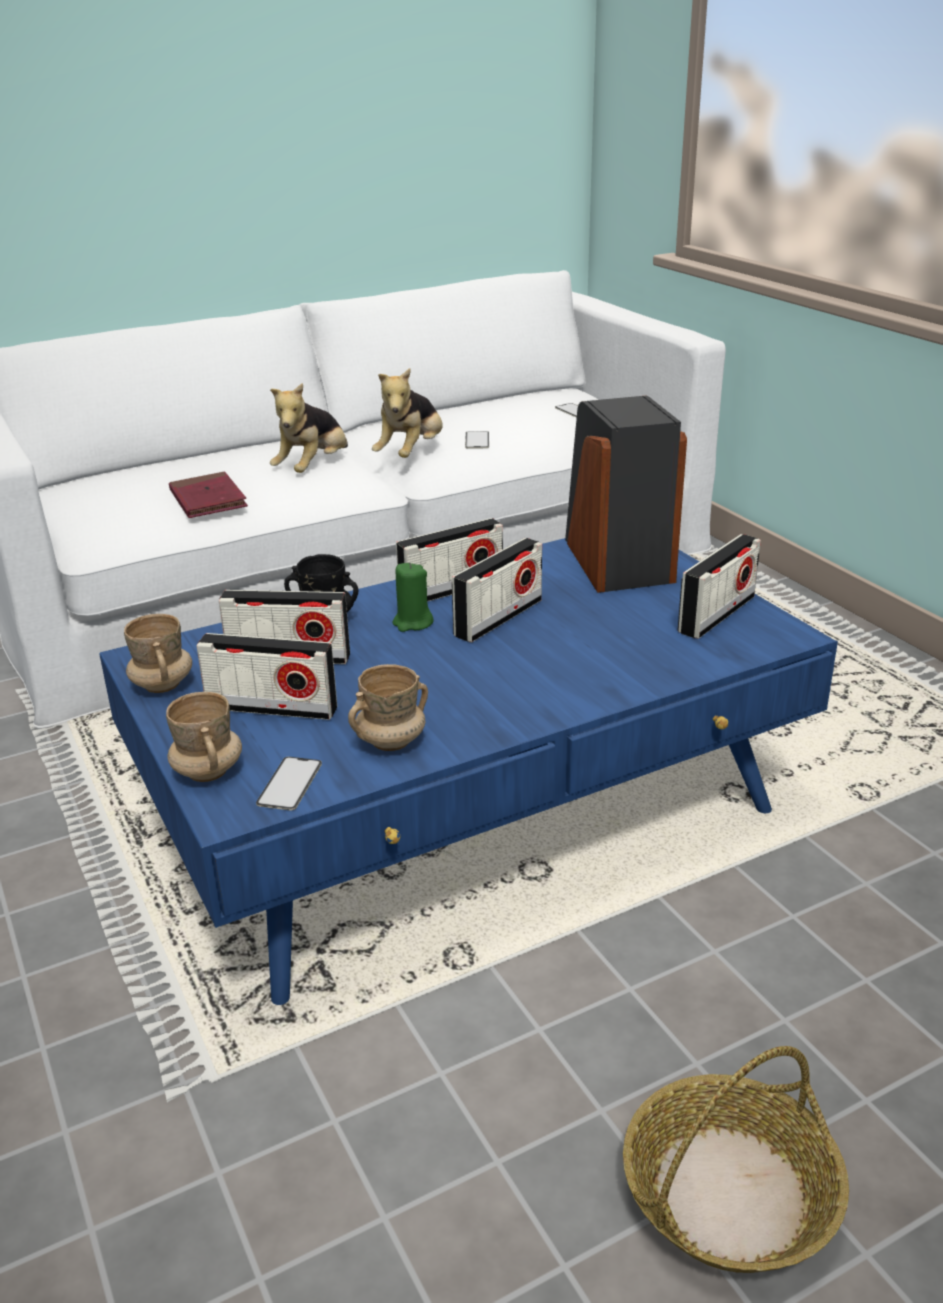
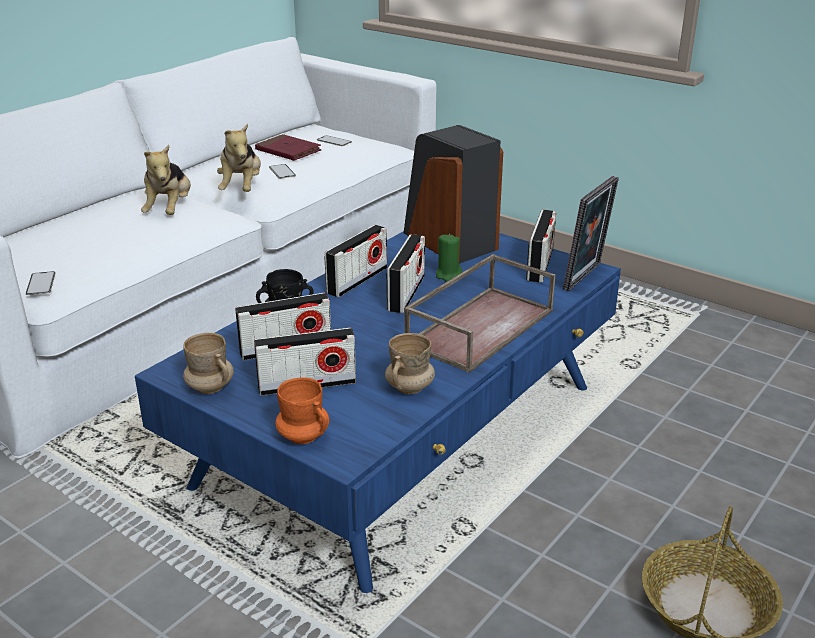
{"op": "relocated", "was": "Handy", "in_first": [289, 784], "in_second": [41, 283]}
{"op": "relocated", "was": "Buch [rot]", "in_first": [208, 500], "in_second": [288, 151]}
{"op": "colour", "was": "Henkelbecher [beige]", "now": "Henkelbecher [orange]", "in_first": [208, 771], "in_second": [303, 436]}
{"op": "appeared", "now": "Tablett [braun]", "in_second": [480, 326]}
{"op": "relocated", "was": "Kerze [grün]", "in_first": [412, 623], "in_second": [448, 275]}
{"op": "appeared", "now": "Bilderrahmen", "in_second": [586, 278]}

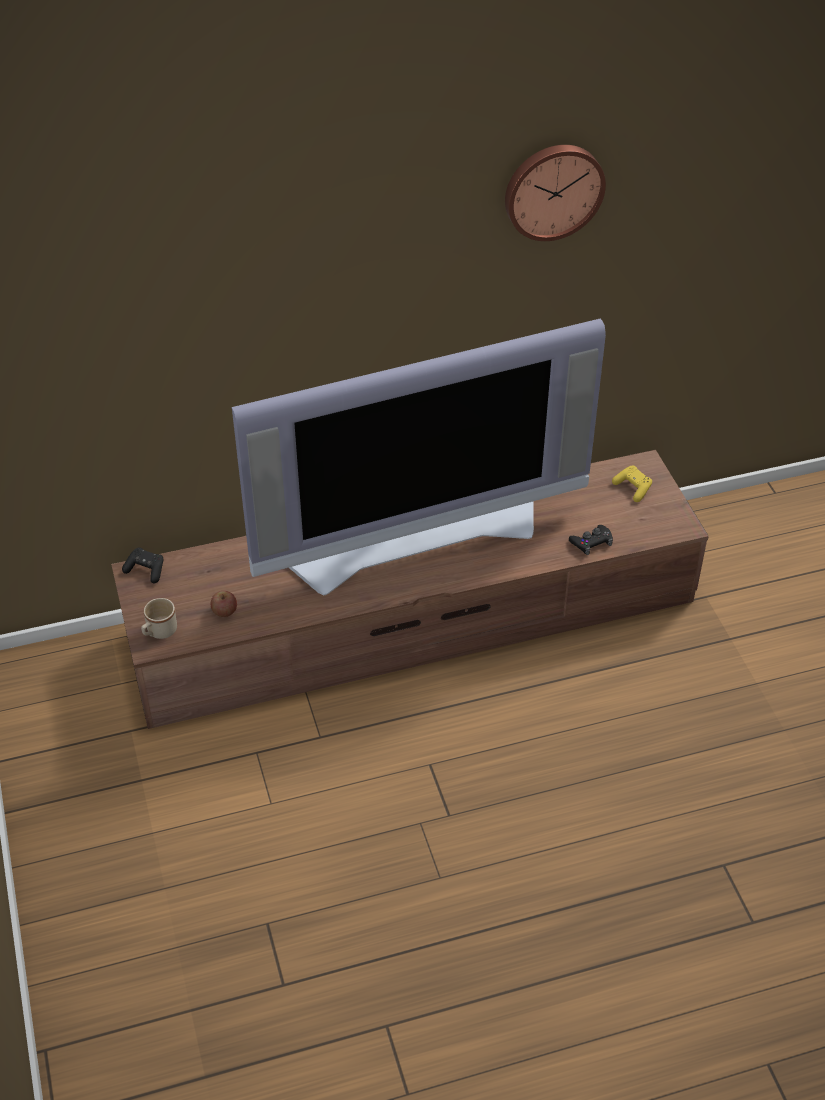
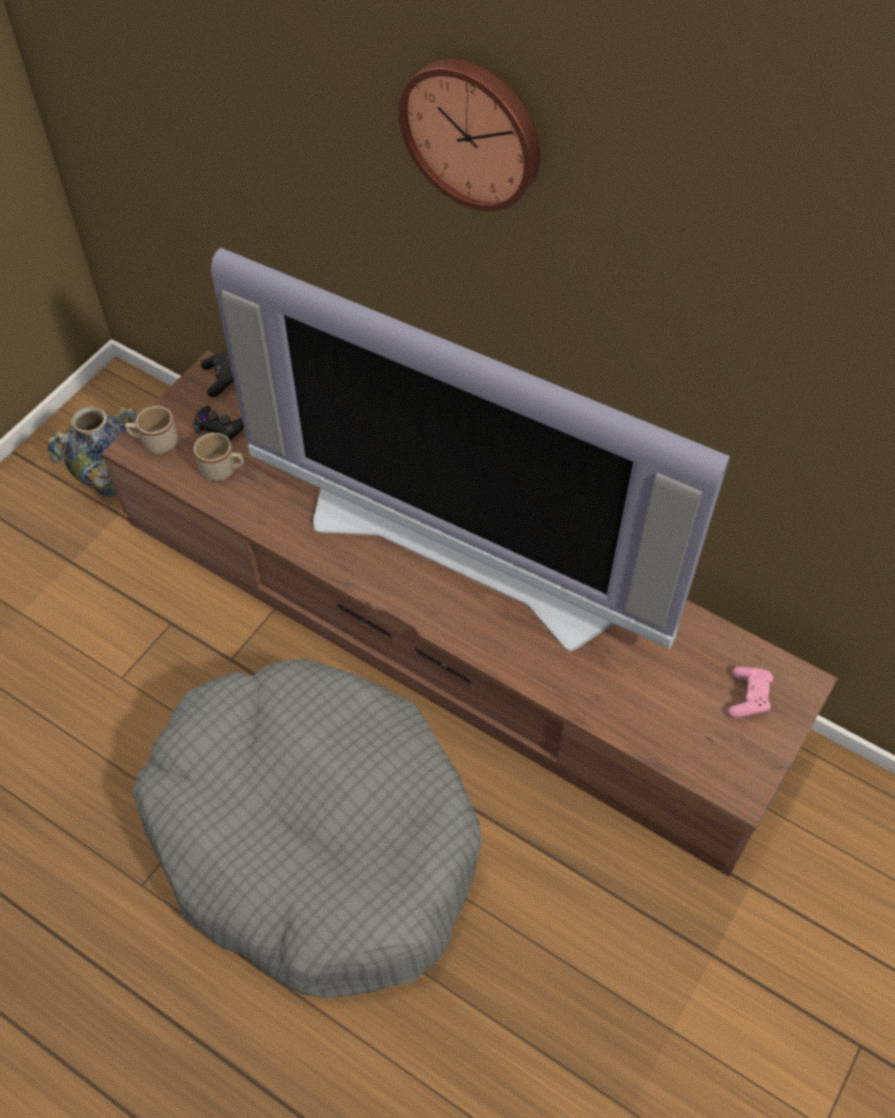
{"op": "appeared", "now": "Vase", "in_second": [112, 483]}
{"op": "appeared", "now": "Hundebett [grau]", "in_second": [314, 838]}
{"op": "relocated", "was": "Gamepad [schwarz]", "in_first": [591, 542], "in_second": [219, 428]}
{"op": "exchanged", "was": "Apfel", "now": "Henkelbecher [beige]", "in_first": [224, 611], "in_second": [223, 470]}
{"op": "relocated", "was": "Wanduhr", "in_first": [553, 190], "in_second": [473, 132]}
{"op": "colour", "was": "Gamepad [gelb]", "now": "Gamepad [rosa]", "in_first": [633, 488], "in_second": [748, 697]}

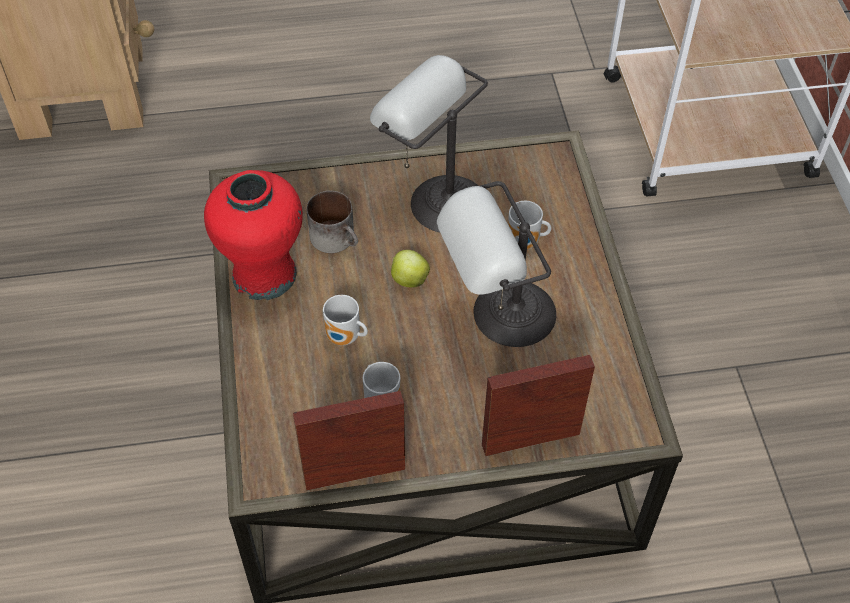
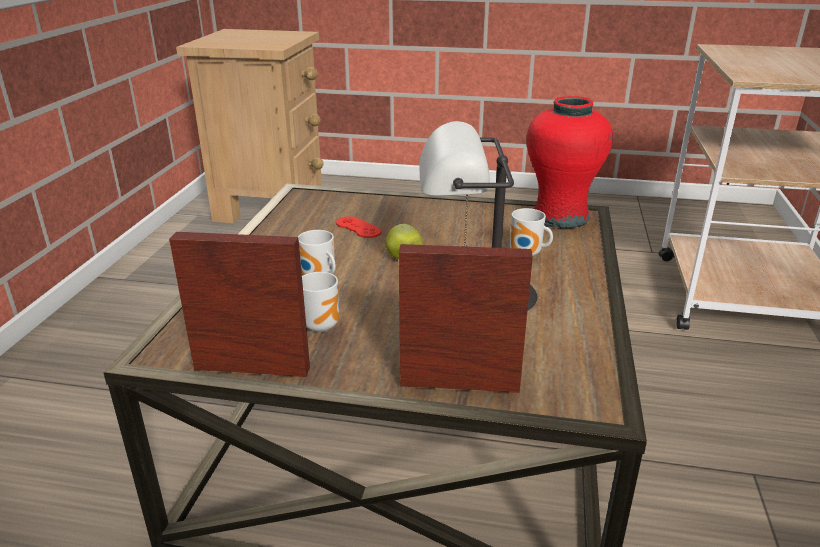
{"op": "exchanged", "was": "Henkelbecher", "now": "Gamepad [rot]", "in_first": [337, 238], "in_second": [358, 227]}
{"op": "relocated", "was": "Vase [rot]", "in_first": [265, 276], "in_second": [560, 217]}
{"op": "missing", "was": "Tischlampe", "in_first": [434, 197]}

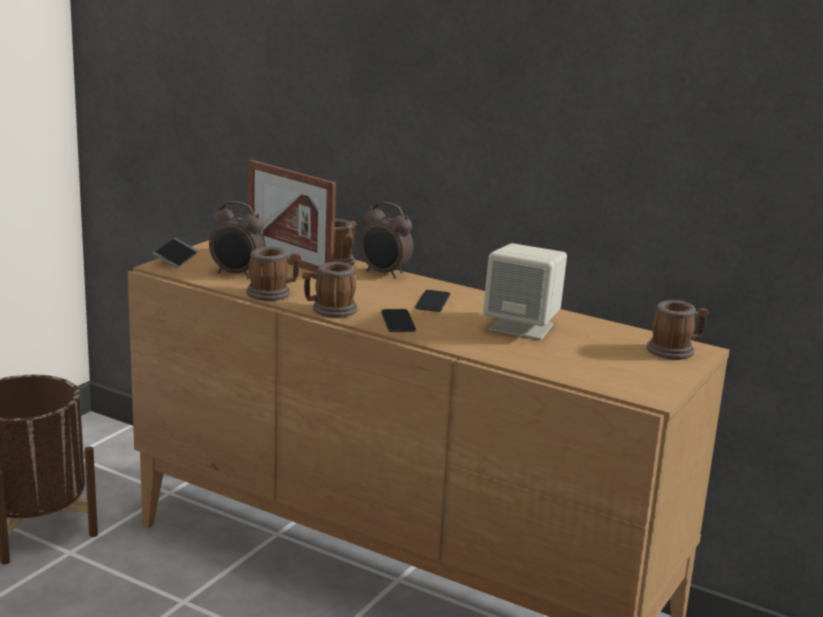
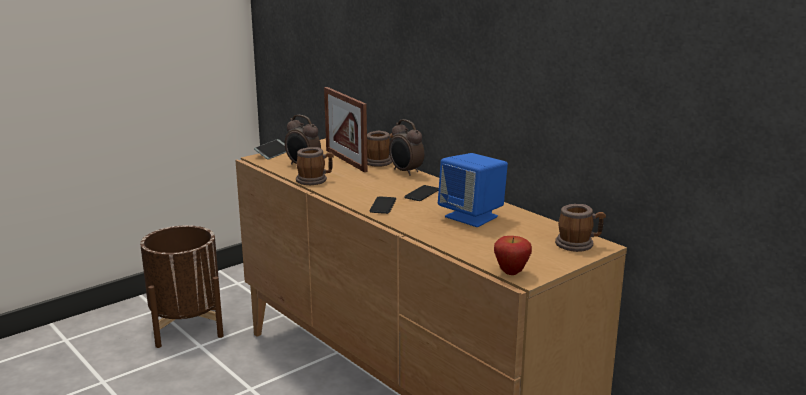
{"op": "colour", "was": "Lautsprecher [beige]", "now": "Lautsprecher [blau]", "in_first": [522, 327], "in_second": [472, 217]}
{"op": "appeared", "now": "Apfel", "in_second": [511, 272]}
{"op": "missing", "was": "Henkelbecher", "in_first": [329, 310]}

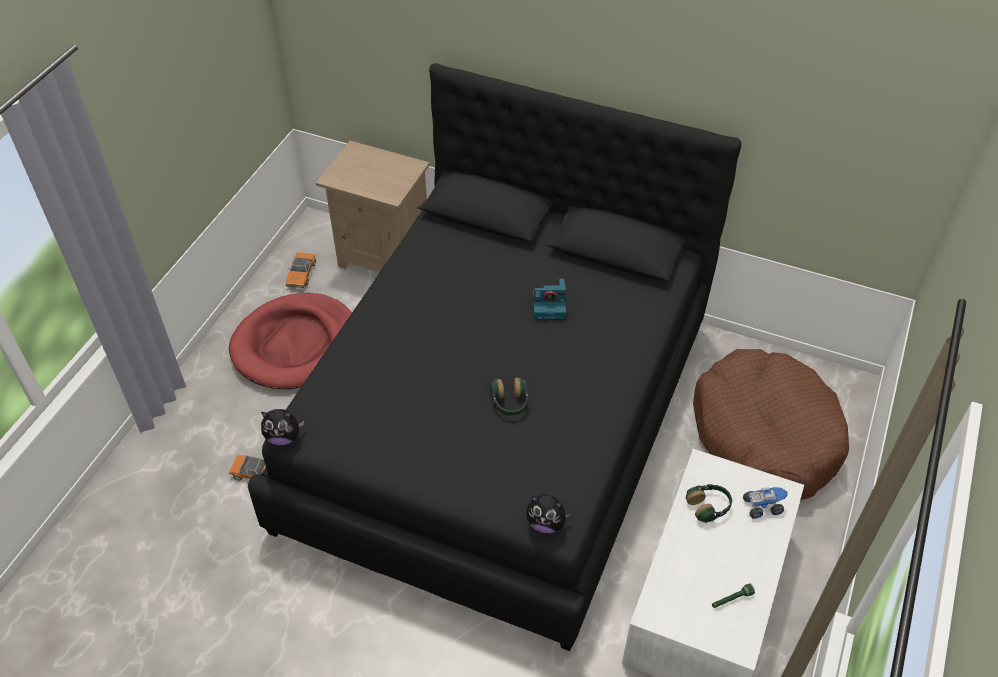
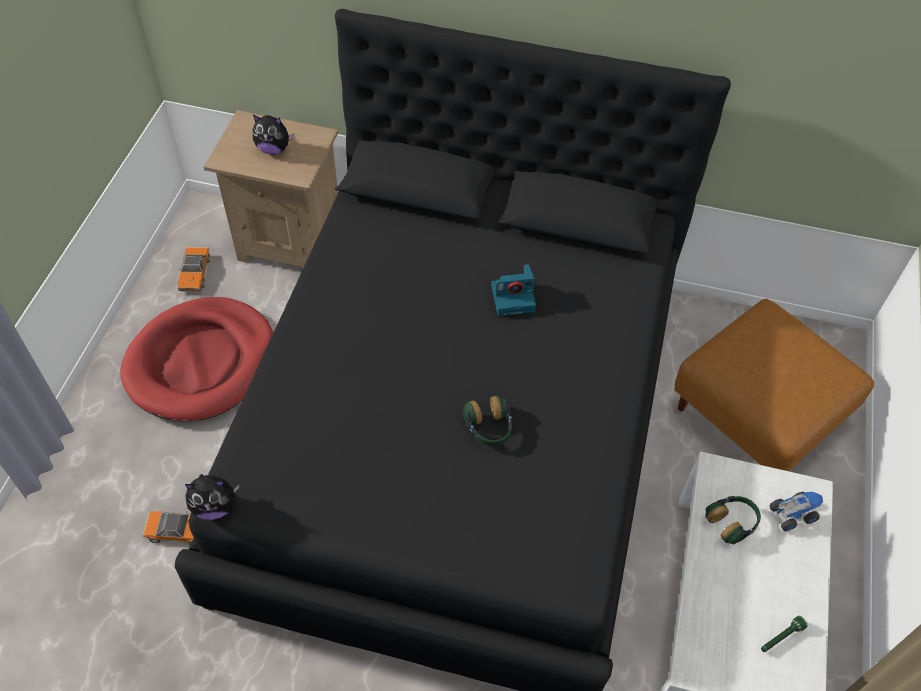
{"op": "relocated", "was": "Plüschtier", "in_first": [546, 523], "in_second": [273, 149]}
{"op": "exchanged", "was": "Hundebett [braun]", "now": "Polsterhocker [braun]", "in_first": [765, 436], "in_second": [758, 415]}

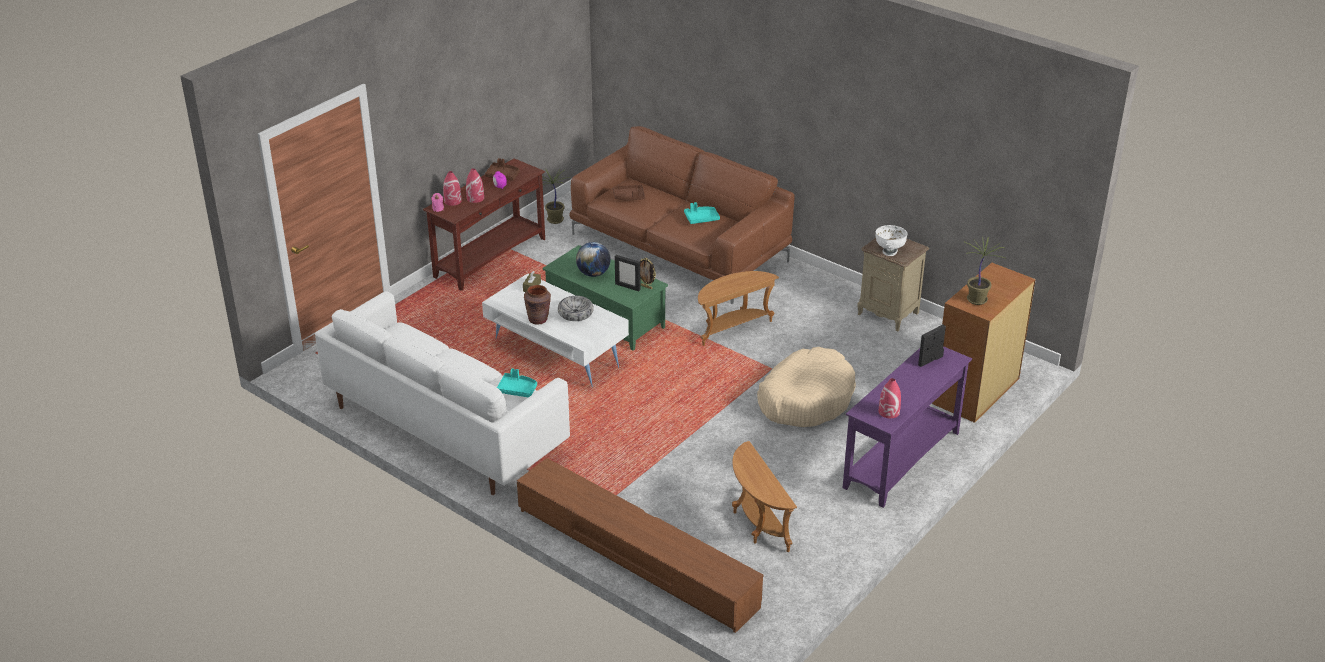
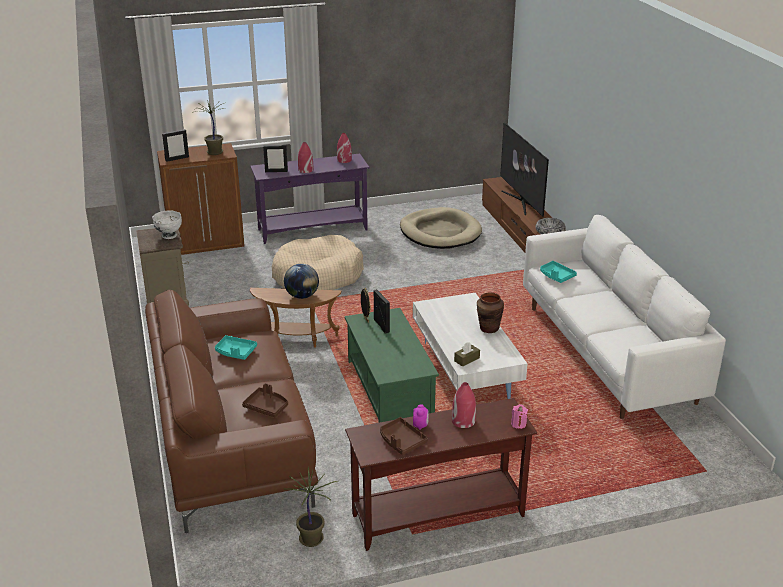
{"op": "appeared", "now": "Bilderrahmen", "in_second": [177, 158]}
{"op": "relocated", "was": "Globus", "in_first": [593, 274], "in_second": [302, 296]}
{"op": "relocated", "was": "Vase [rot]", "in_first": [453, 201], "in_second": [305, 170]}
{"op": "exchanged", "was": "Beistelltisch [braun]", "now": "Hundebett [beige]", "in_first": [757, 523], "in_second": [440, 232]}
{"op": "appeared", "now": "Fernseher", "in_second": [521, 201]}
{"op": "relocated", "was": "Schüssel", "in_first": [575, 313], "in_second": [550, 231]}

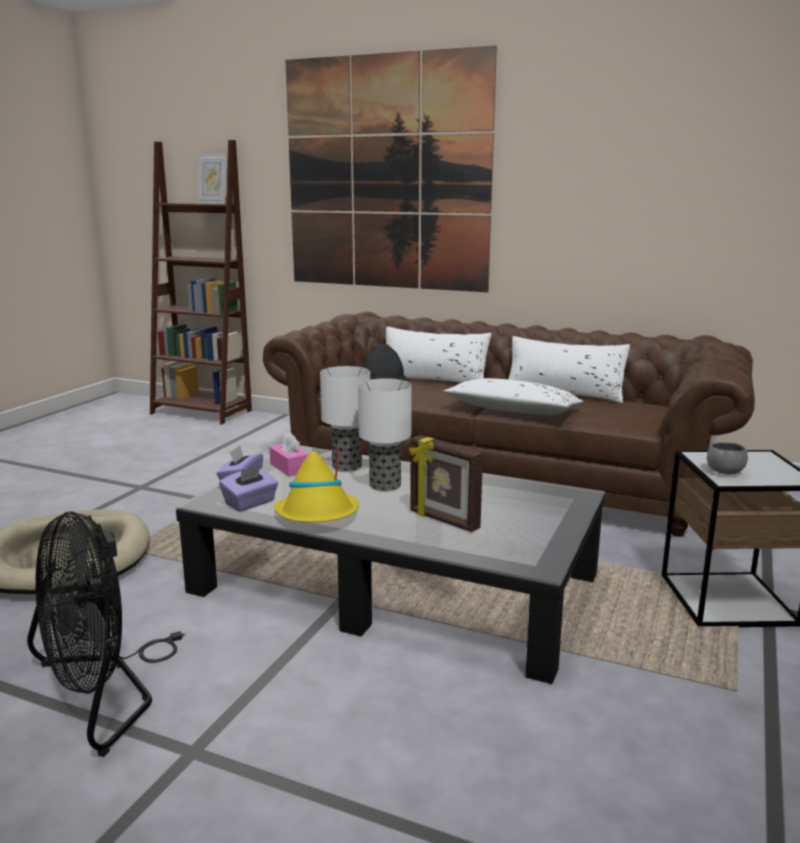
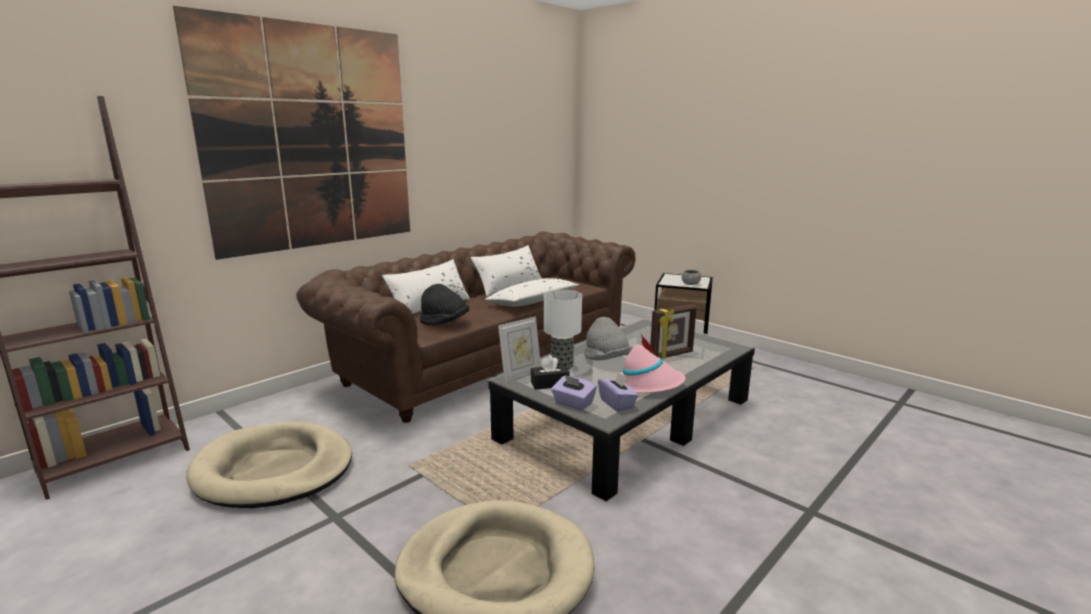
{"op": "appeared", "now": "Hundebett [beige]", "in_second": [274, 470]}
{"op": "relocated", "was": "Bilderrahmen", "in_first": [213, 203], "in_second": [520, 374]}
{"op": "colour", "was": "Taschentuchbox [rosa]", "now": "Taschentuchbox [schwarz]", "in_first": [289, 468], "in_second": [550, 384]}
{"op": "exchanged", "was": "Tischlampe", "now": "Hut [grau]", "in_first": [386, 485], "in_second": [607, 360]}
{"op": "colour", "was": "Hut [gelb]", "now": "Hut [rosa]", "in_first": [318, 515], "in_second": [649, 385]}
{"op": "missing", "was": "Ventilator [schwarz]", "in_first": [106, 688]}

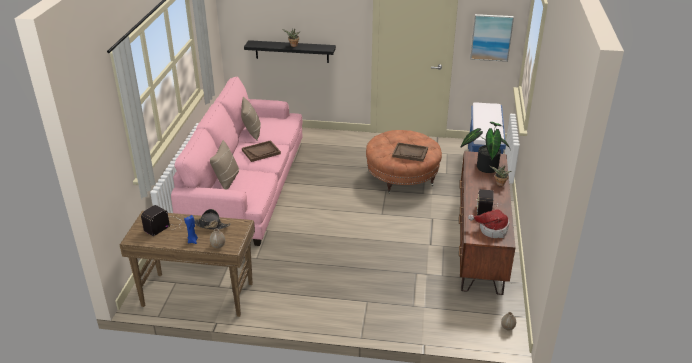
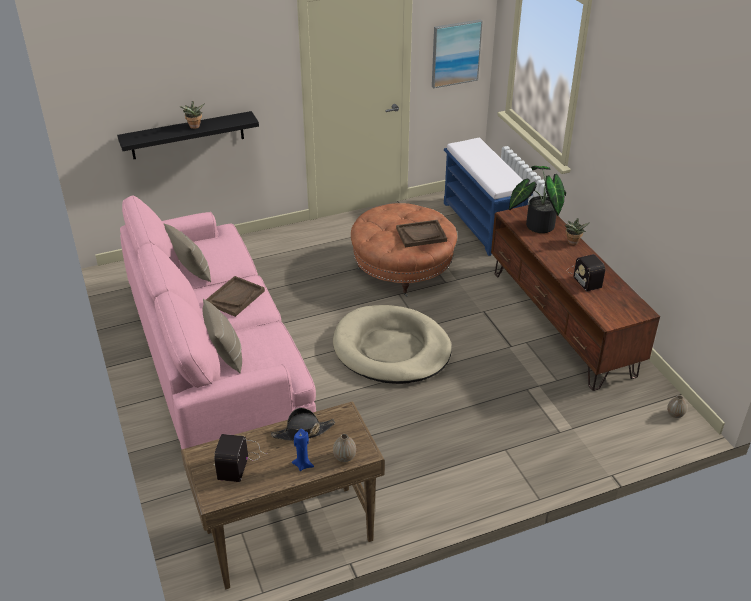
{"op": "appeared", "now": "Hundebett [beige]", "in_second": [391, 349]}
{"op": "missing", "was": "Hut", "in_first": [491, 229]}

